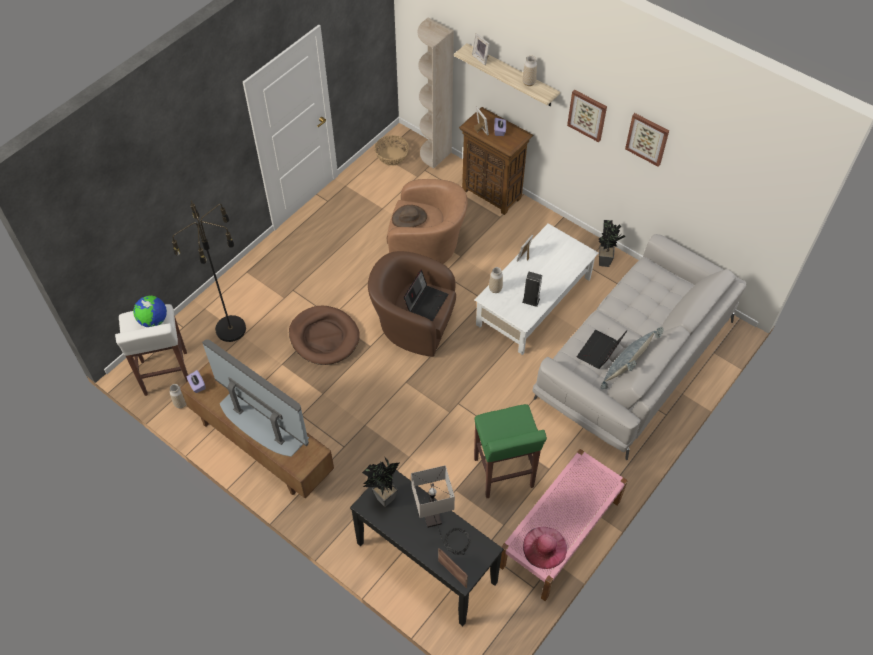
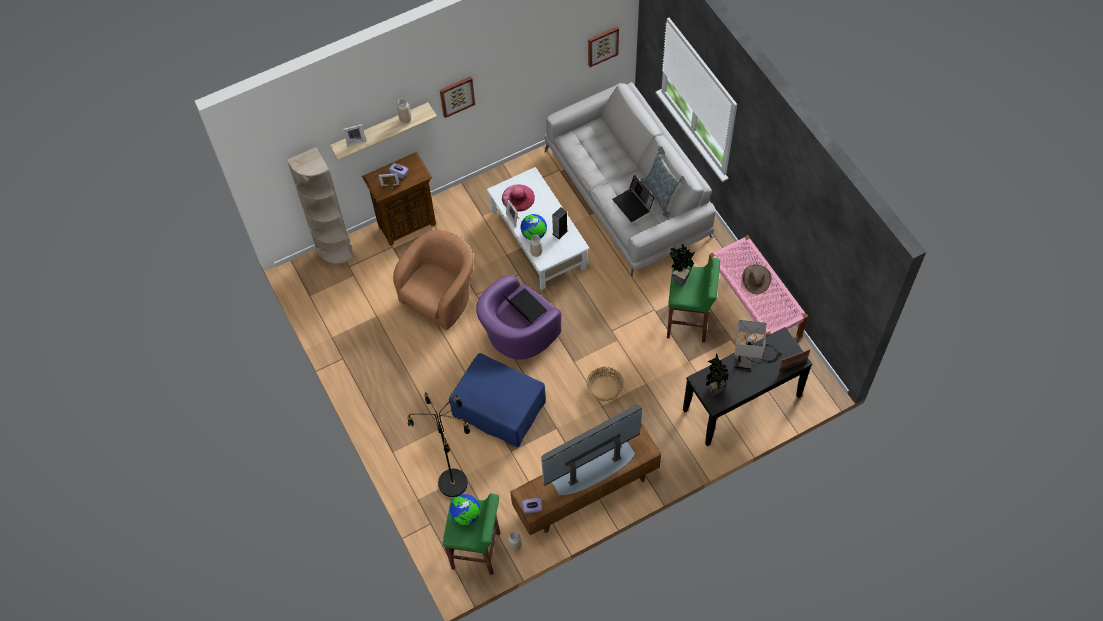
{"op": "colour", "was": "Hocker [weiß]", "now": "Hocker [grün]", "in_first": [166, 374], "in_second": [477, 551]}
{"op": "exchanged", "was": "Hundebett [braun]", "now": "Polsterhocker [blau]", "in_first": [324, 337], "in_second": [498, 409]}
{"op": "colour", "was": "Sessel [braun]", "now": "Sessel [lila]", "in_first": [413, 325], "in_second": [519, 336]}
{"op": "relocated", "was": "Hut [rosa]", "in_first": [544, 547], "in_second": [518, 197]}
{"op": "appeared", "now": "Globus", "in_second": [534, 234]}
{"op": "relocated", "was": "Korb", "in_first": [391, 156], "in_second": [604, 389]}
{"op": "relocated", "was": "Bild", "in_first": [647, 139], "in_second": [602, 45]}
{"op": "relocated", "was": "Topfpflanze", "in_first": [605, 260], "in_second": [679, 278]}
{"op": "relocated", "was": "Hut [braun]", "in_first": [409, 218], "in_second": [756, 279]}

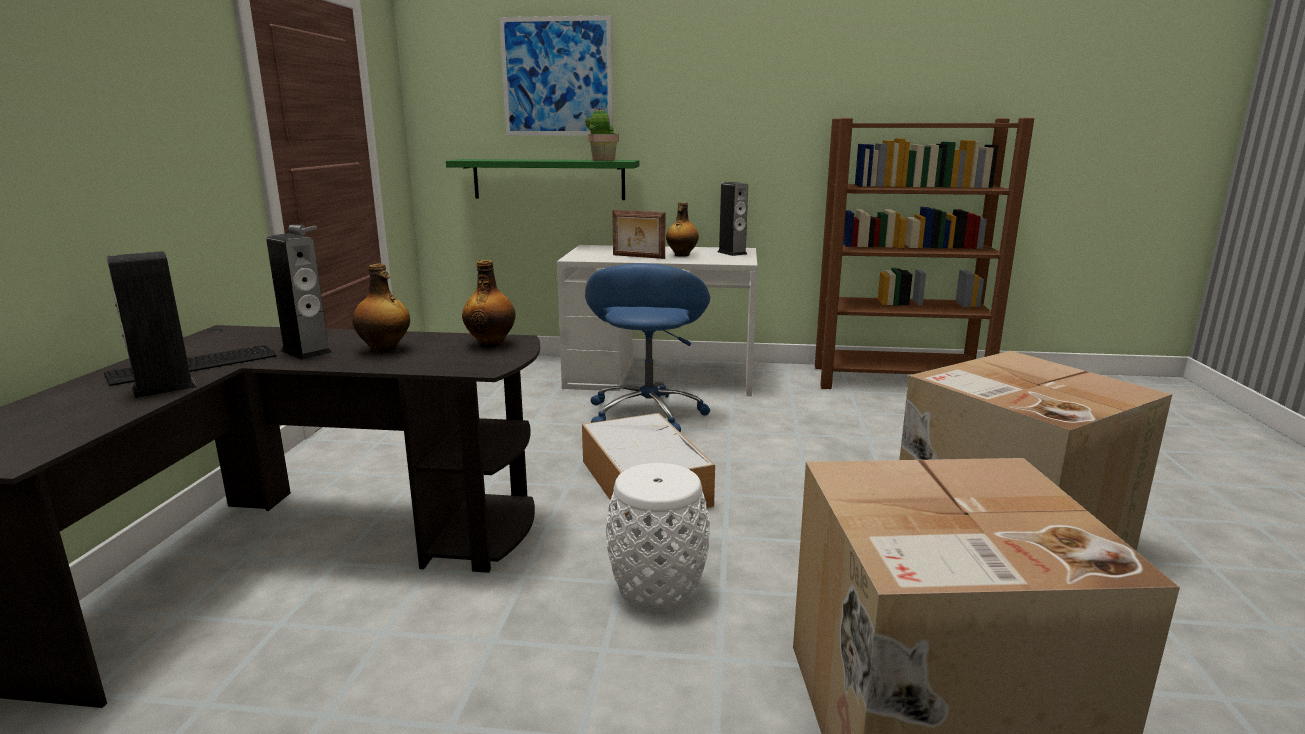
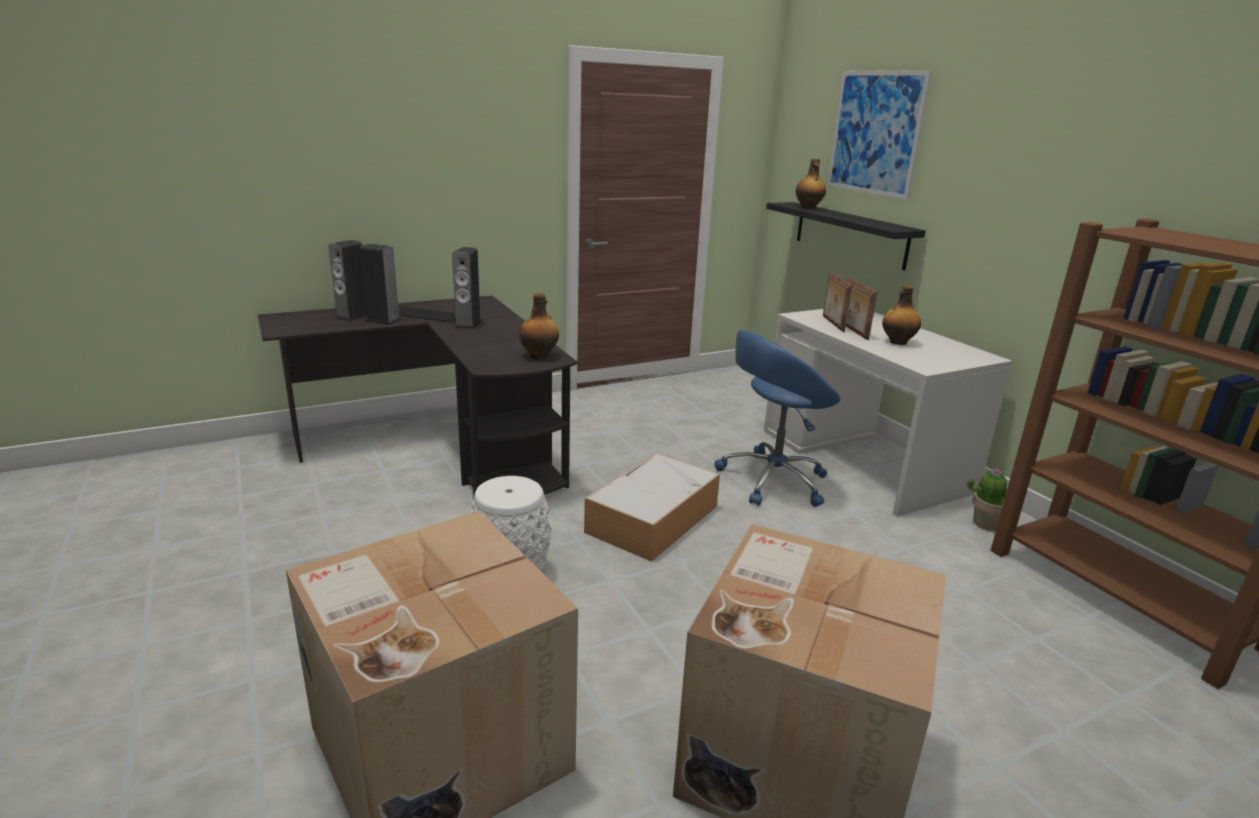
{"op": "relocated", "was": "Lautsprecher", "in_first": [732, 253], "in_second": [353, 317]}
{"op": "colour", "was": "Wandregal [grün]", "now": "Wandregal [schwarz]", "in_first": [548, 179], "in_second": [850, 234]}
{"op": "relocated", "was": "Flasche", "in_first": [384, 349], "in_second": [808, 208]}
{"op": "appeared", "now": "Bilderrahmen", "in_second": [832, 323]}
{"op": "relocated", "was": "Topfpflanze", "in_first": [603, 160], "in_second": [986, 523]}

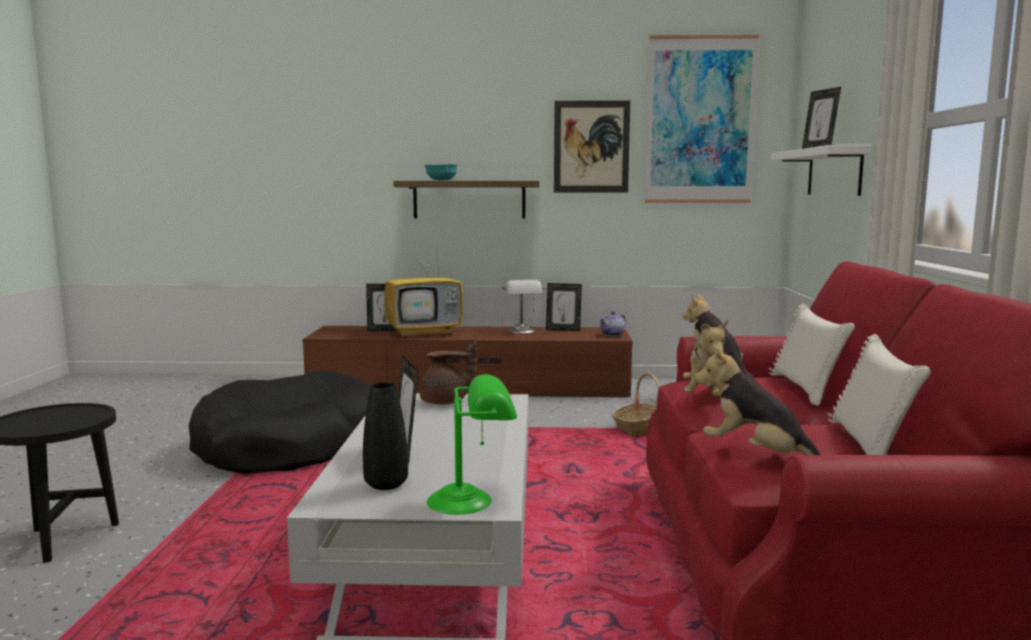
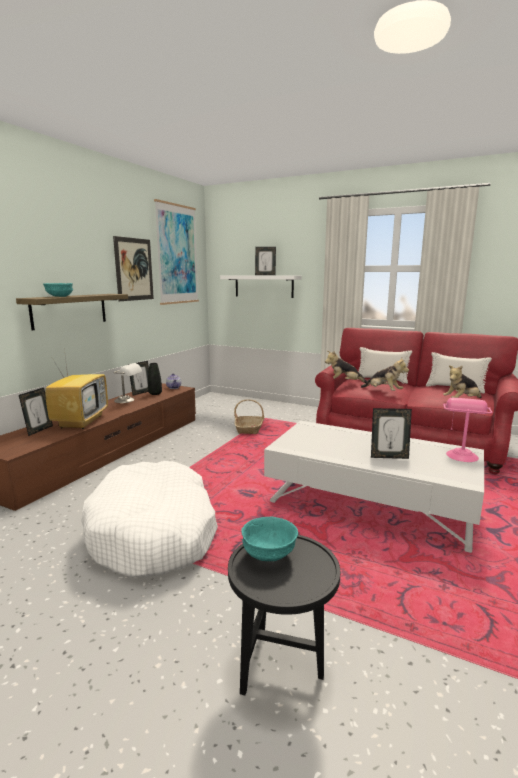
{"op": "colour", "was": "Hundebett [schwarz]", "now": "Hundebett [weiß]", "in_first": [289, 446], "in_second": [154, 532]}
{"op": "relocated", "was": "Vase [schwarz]", "in_first": [386, 484], "in_second": [155, 393]}
{"op": "appeared", "now": "Schüssel [türkis]", "in_second": [268, 554]}
{"op": "colour", "was": "Tischlampe [grün]", "now": "Tischlampe [rosa]", "in_first": [473, 499], "in_second": [460, 453]}
{"op": "missing", "was": "Teekanne [braun]", "in_first": [445, 402]}

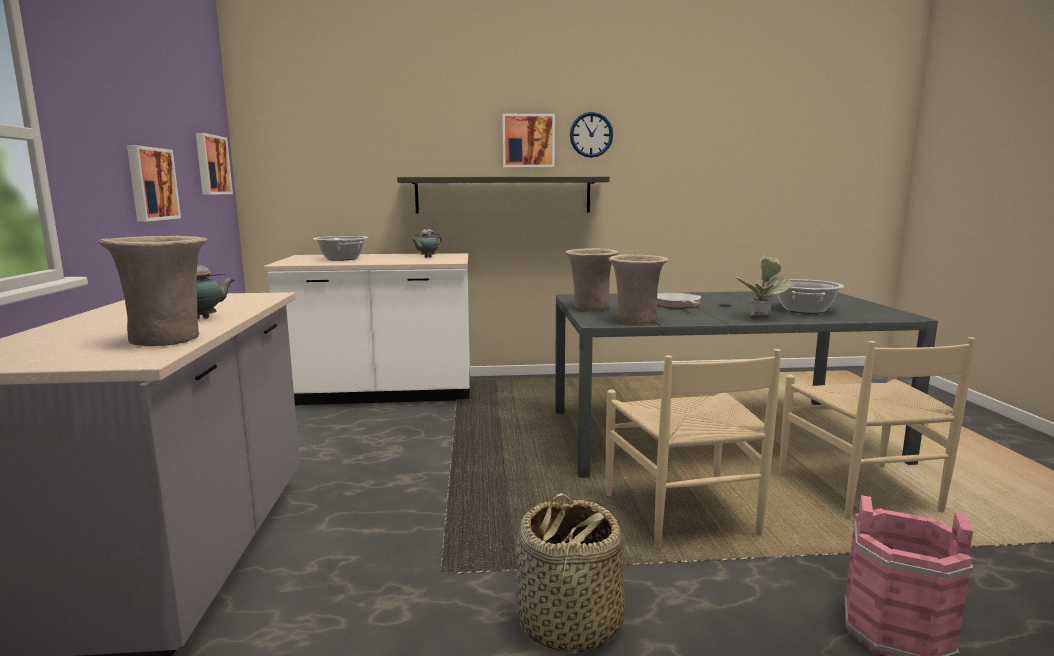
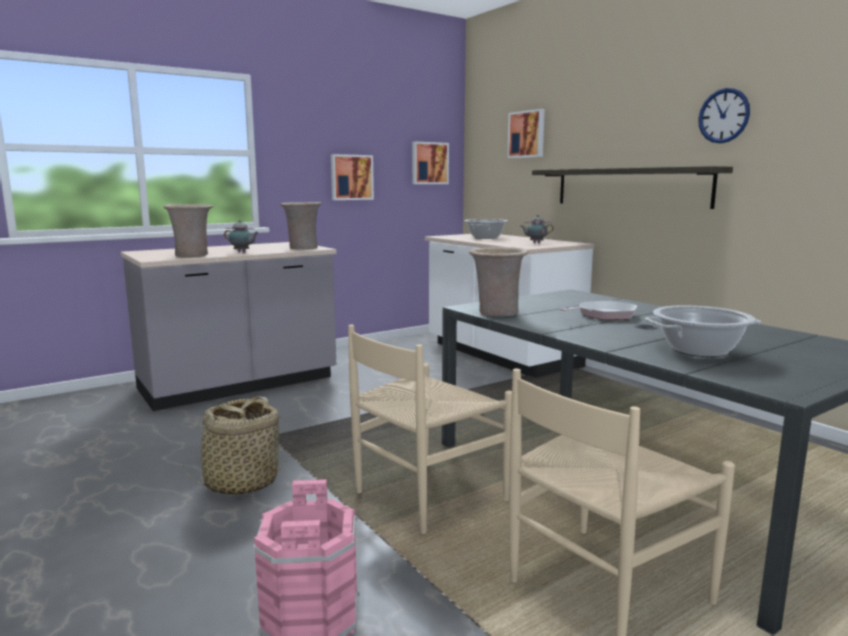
{"op": "relocated", "was": "Vase [beige]", "in_first": [590, 308], "in_second": [302, 248]}
{"op": "relocated", "was": "Bild", "in_first": [528, 141], "in_second": [527, 134]}
{"op": "missing", "was": "Topfpflanze", "in_first": [761, 318]}

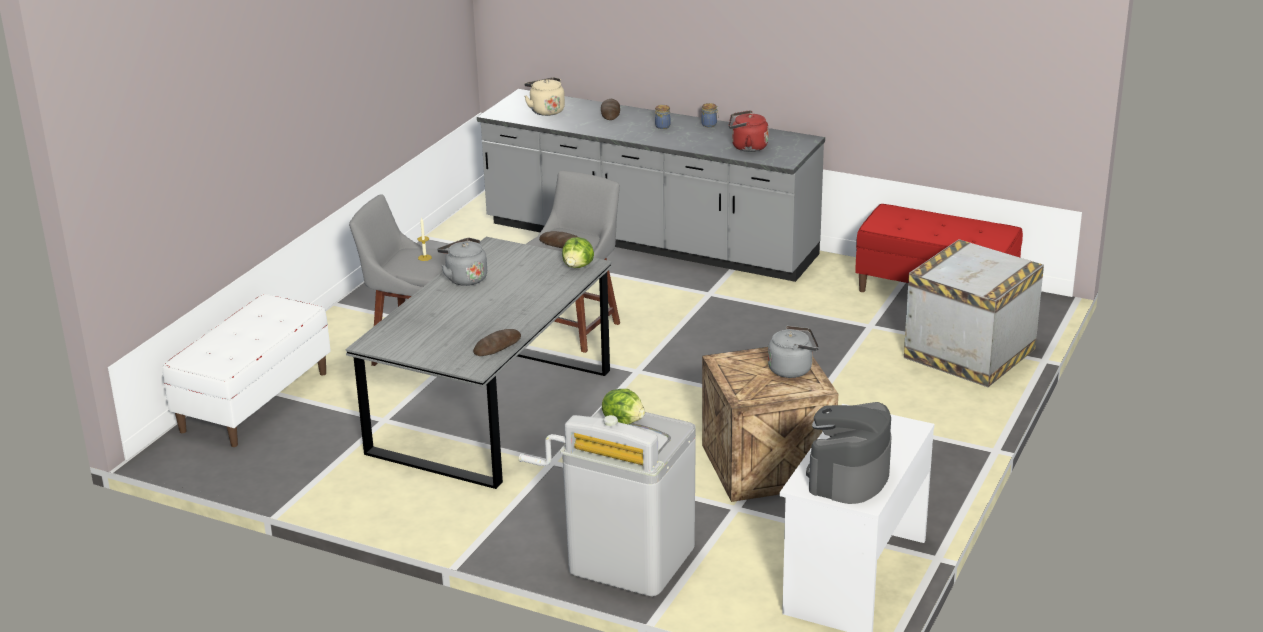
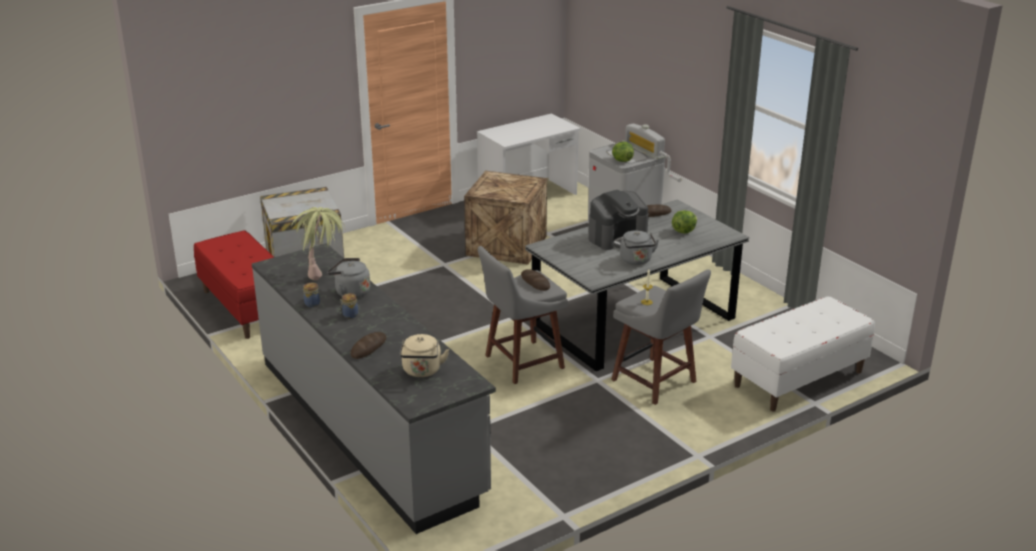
{"op": "exchanged", "was": "Wasserkessel [rot]", "now": "Topfpflanze", "in_first": [747, 147], "in_second": [323, 271]}
{"op": "relocated", "was": "Wasserkessel [grau]", "in_first": [793, 369], "in_second": [350, 292]}
{"op": "relocated", "was": "Kaffeemaschine", "in_first": [848, 476], "in_second": [617, 237]}
{"op": "relocated", "was": "Salatkopf", "in_first": [578, 266], "in_second": [683, 231]}

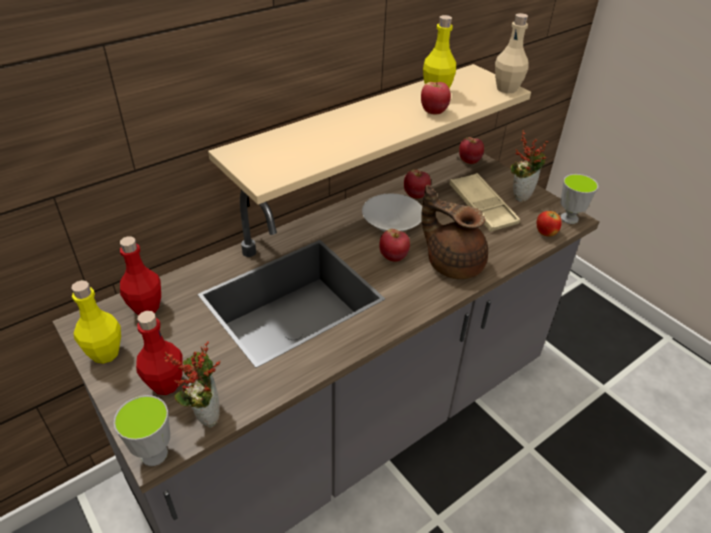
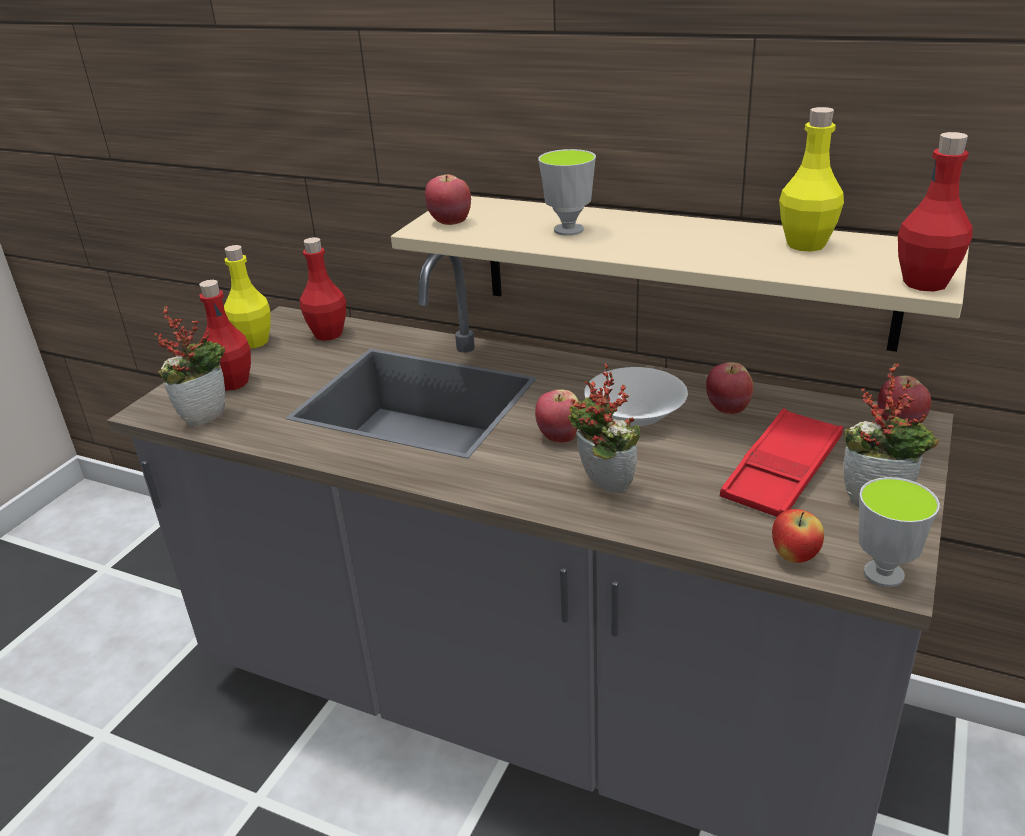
{"op": "relocated", "was": "Apfel", "in_first": [434, 112], "in_second": [450, 222]}
{"op": "relocated", "was": "Tasse", "in_first": [154, 454], "in_second": [568, 230]}
{"op": "exchanged", "was": "Teekanne [braun]", "now": "Topfpflanze", "in_first": [453, 262], "in_second": [601, 486]}
{"op": "colour", "was": "Tablett [beige]", "now": "Tablett [rot]", "in_first": [482, 207], "in_second": [782, 472]}
{"op": "colour", "was": "Flasche [beige]", "now": "Flasche [rot]", "in_first": [506, 89], "in_second": [925, 283]}

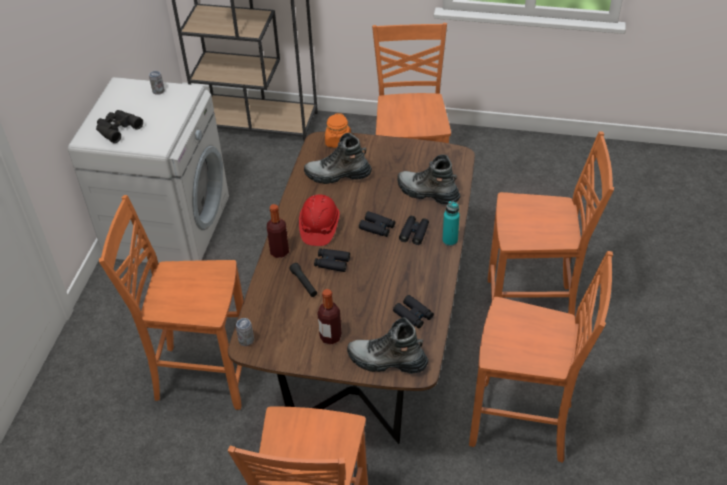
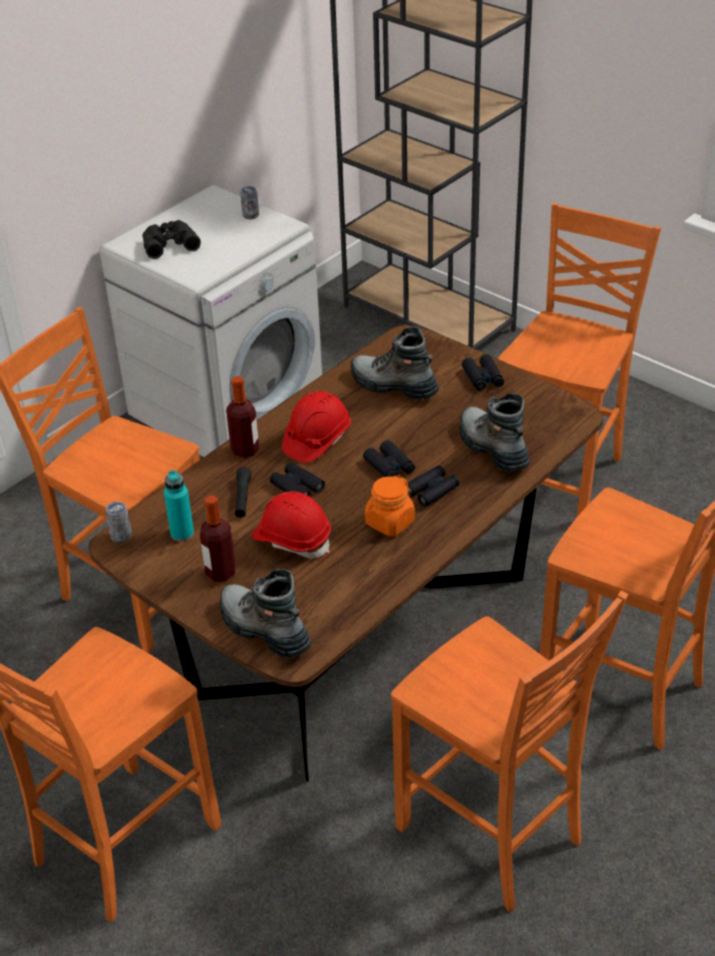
{"op": "relocated", "was": "Flasche [türkis]", "in_first": [450, 240], "in_second": [182, 533]}
{"op": "appeared", "now": "Schutzhelm [rot]", "in_second": [292, 539]}
{"op": "relocated", "was": "Vorratsglas [orange]", "in_first": [338, 142], "in_second": [389, 522]}
{"op": "relocated", "was": "Fernglas [schwarz]", "in_first": [413, 315], "in_second": [483, 378]}

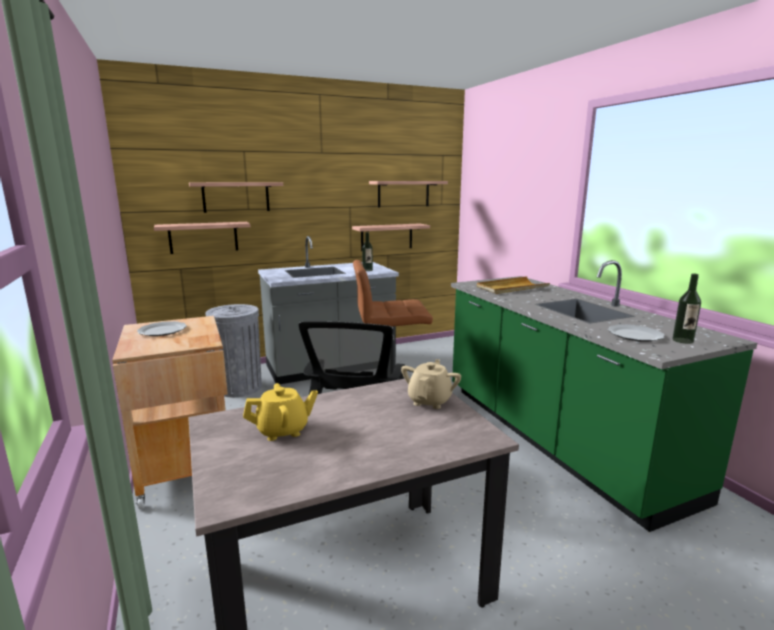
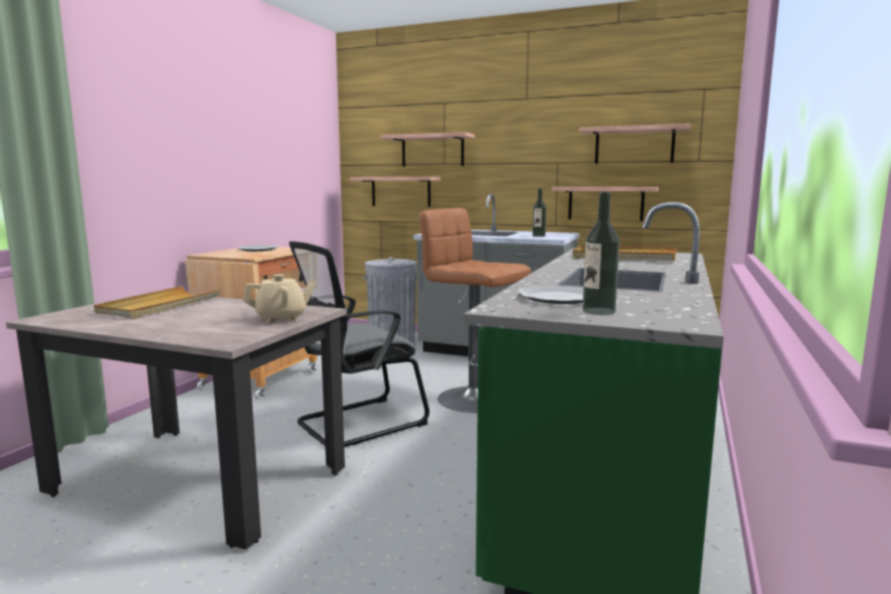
{"op": "exchanged", "was": "Teekanne [gelb]", "now": "Tablett [beige]", "in_first": [283, 430], "in_second": [160, 306]}

